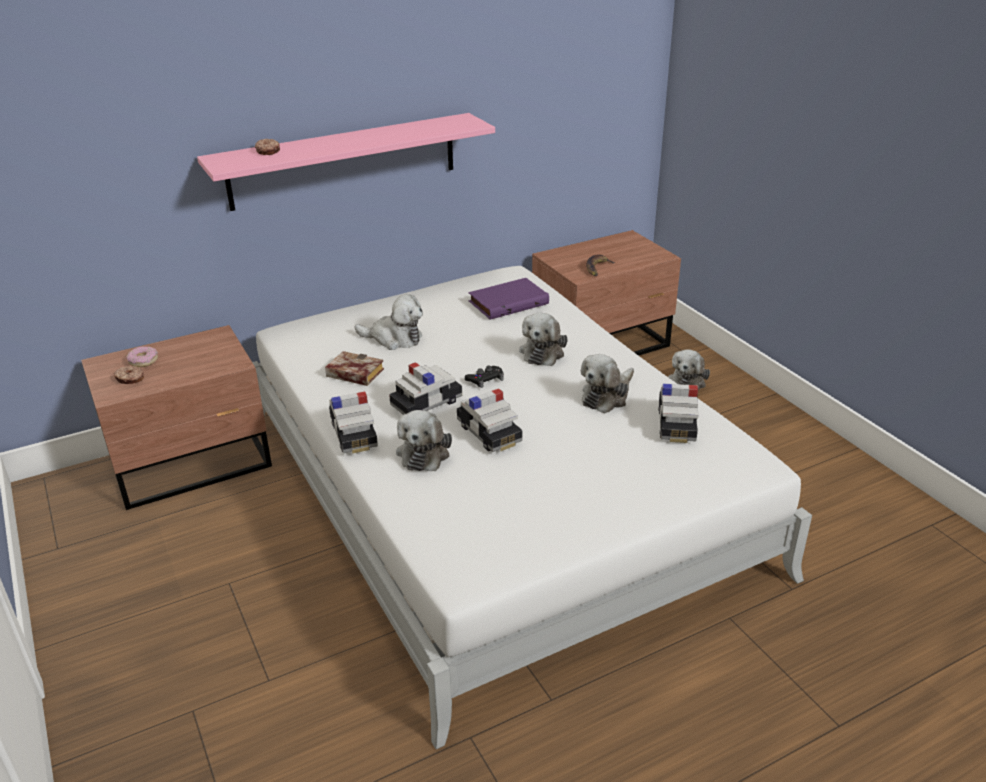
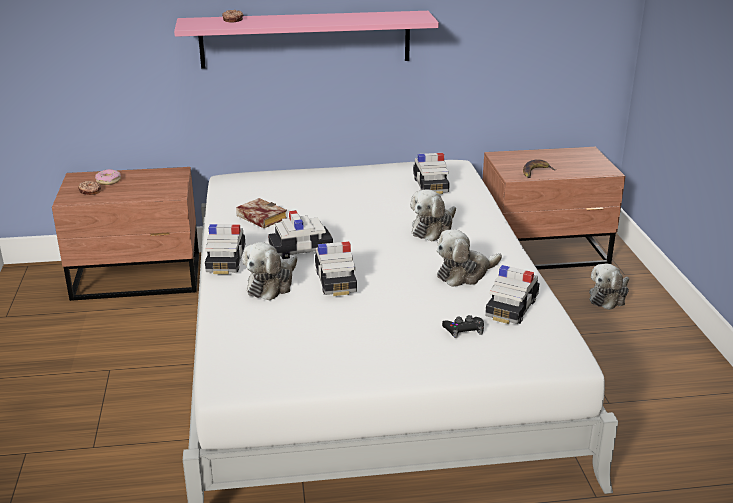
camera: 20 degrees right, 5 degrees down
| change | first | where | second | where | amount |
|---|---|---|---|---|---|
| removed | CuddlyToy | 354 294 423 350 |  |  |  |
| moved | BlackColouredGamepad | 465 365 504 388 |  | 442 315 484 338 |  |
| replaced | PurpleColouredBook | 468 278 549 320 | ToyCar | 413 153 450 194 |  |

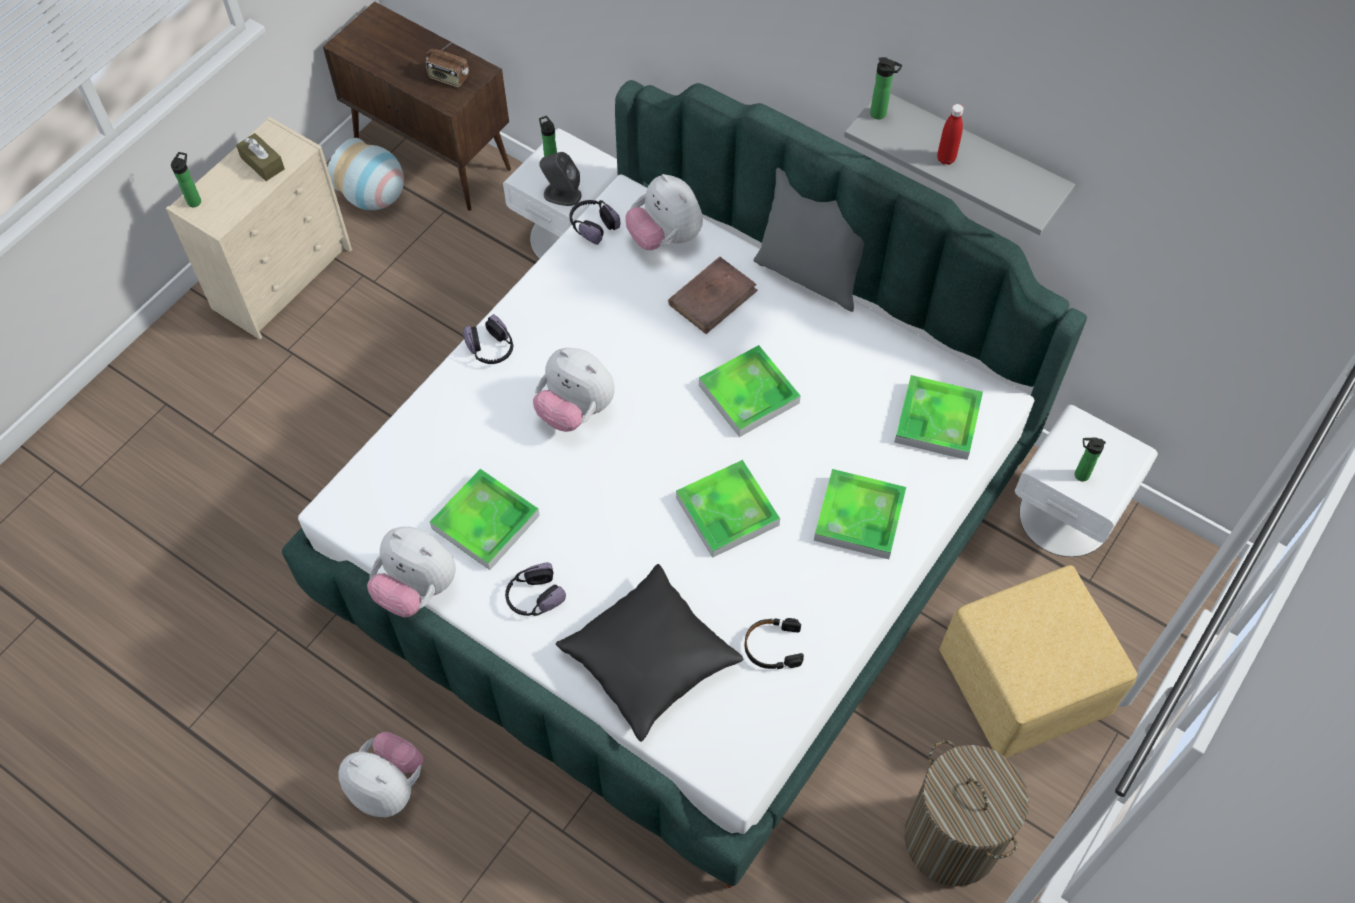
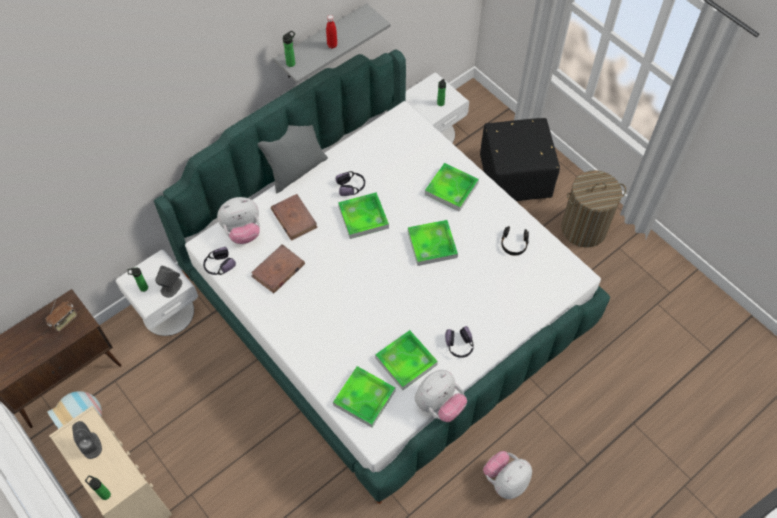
camera: 75 degrees left, 0 degrees up
| change | first | where | second | where | amount |
|---|---|---|---|---|---|
| replaced | BrownTissueBox | 236 133 285 181 | GreyAudioSpeaker | 72 421 102 459 |  |
| moved | PairOfHeadphones | 463 314 513 364 |  | 336 171 365 196 |  |
| removed | CuddlyToy | 533 348 615 432 |  |  |  |
| removed | BlackColouredThrowPillow | 556 564 744 742 |  |  |  |
| moved | Tray | 894 375 983 460 |  | 333 366 396 428 |  |
| recoloured | YellowishOttoman | 940 565 1137 758 | BlackColouredOttoman | 480 118 560 201 |  |
| added |  |  | BrownBook | 251 244 305 293 |  |

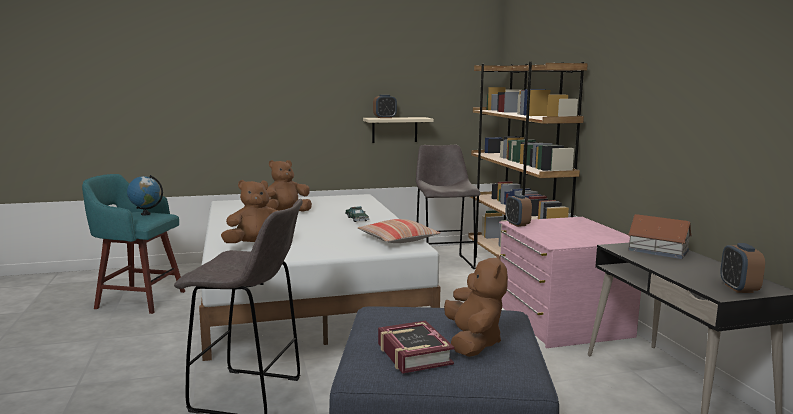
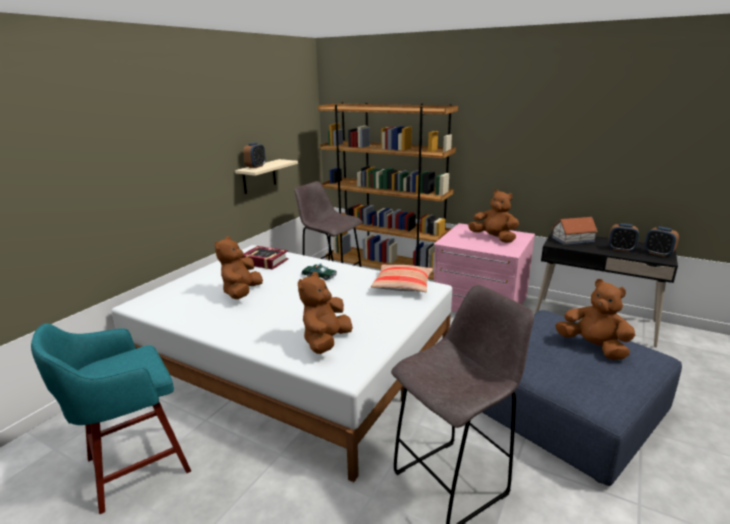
camera: 45 degrees left, 10 degrees up
| change | first | where | second | where | amount |
|---|---|---|---|---|---|
| removed | WorldGlobe | 127 175 163 216 |  |  |  |
| moved | Book | 378 321 454 374 |  | 242 246 289 270 |  |
| moved | AlarmClock | 505 194 532 227 |  | 609 223 639 252 |  |
| added |  |  | BrownCuddlyToy | 468 190 519 243 |  |

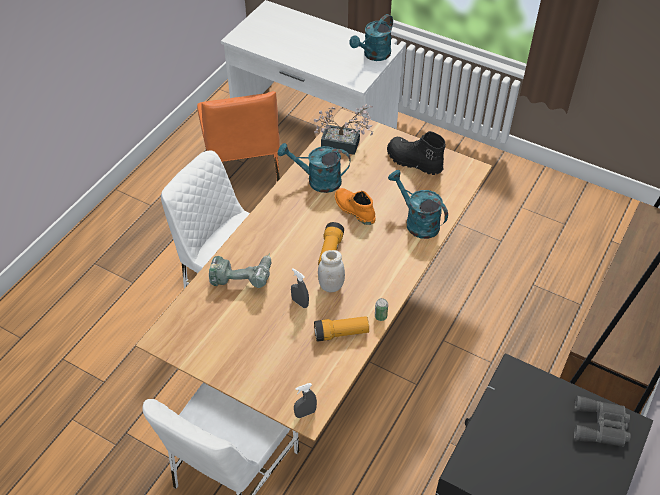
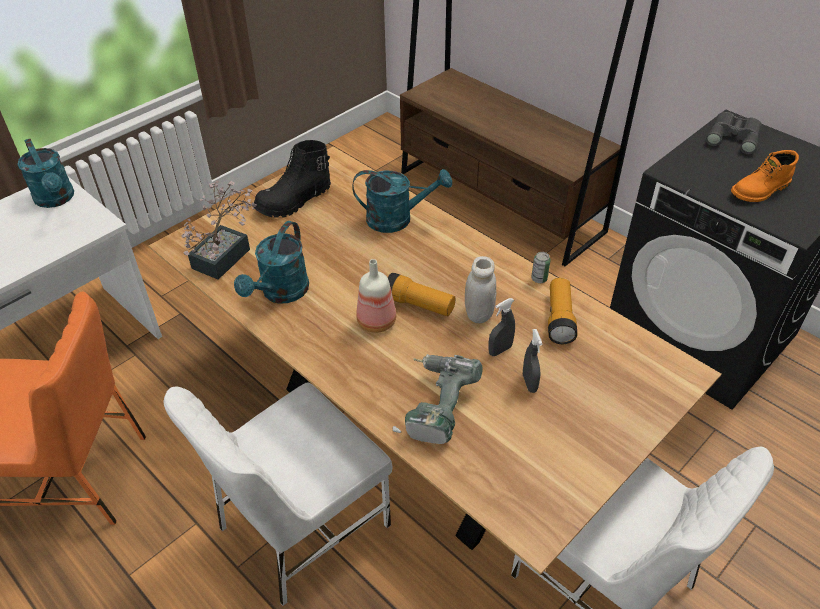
camera: 75 degrees left, 5 degrees down
| change | first | where | second | where | amount |
|---|---|---|---|---|---|
| moved | GreySprayBottle | 294 383 317 418 |  | 523 329 542 393 |  |
| moved | OrangeColouredBoot | 335 188 376 225 |  | 731 150 799 202 |  |
| turned | BlueGreenSprinklingCan | 388 170 448 239 |  | 352 169 452 233 | 150 degrees counterclockwise |
| added |  |  | Bottle | 356 259 396 333 |  |

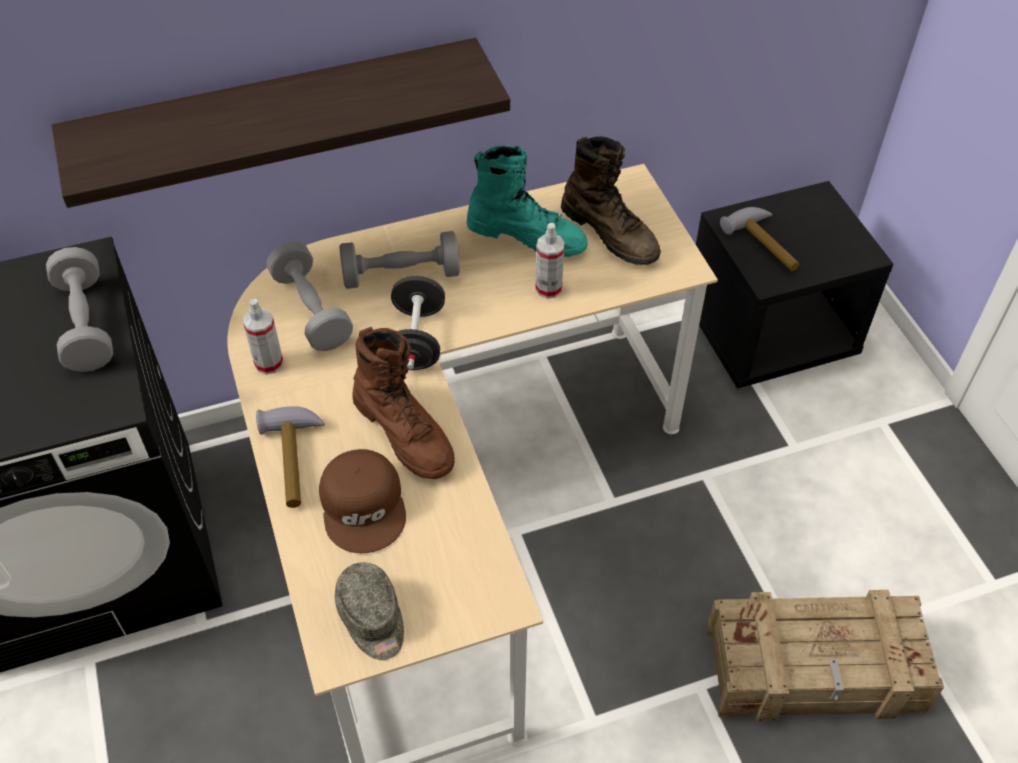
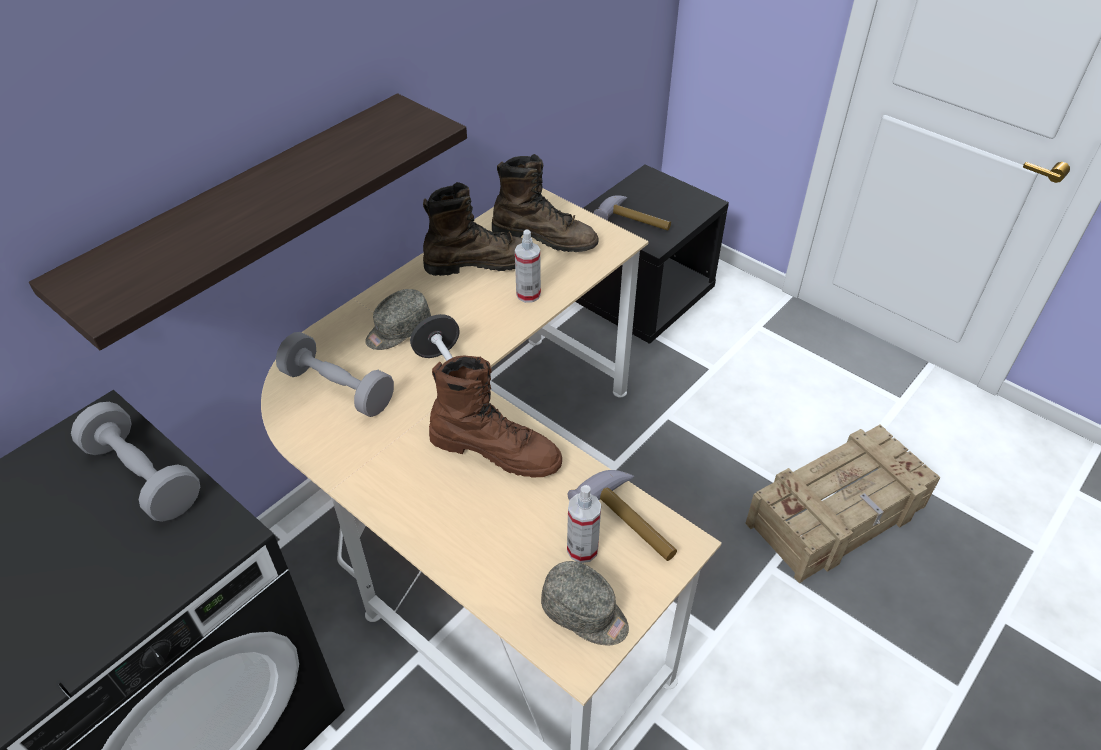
camera: 30 degrees left, 5 degrees down
| change | first | where | second | where | amount |
|---|---|---|---|---|---|
| moved | SprayBottle | 243 299 283 374 |  | 567 485 601 563 |  |
| moved | Hammer | 256 406 325 508 |  | 568 470 677 561 |  |
| removed | BrownCap | 319 449 406 553 |  |  |  |
| replaced | GreyHandWeight | 339 231 460 289 | GreyCap | 365 289 431 350 |  |
| recoloured | BlueGreenBoot | 467 145 588 257 | BrownBoot | 423 182 523 276 |  |

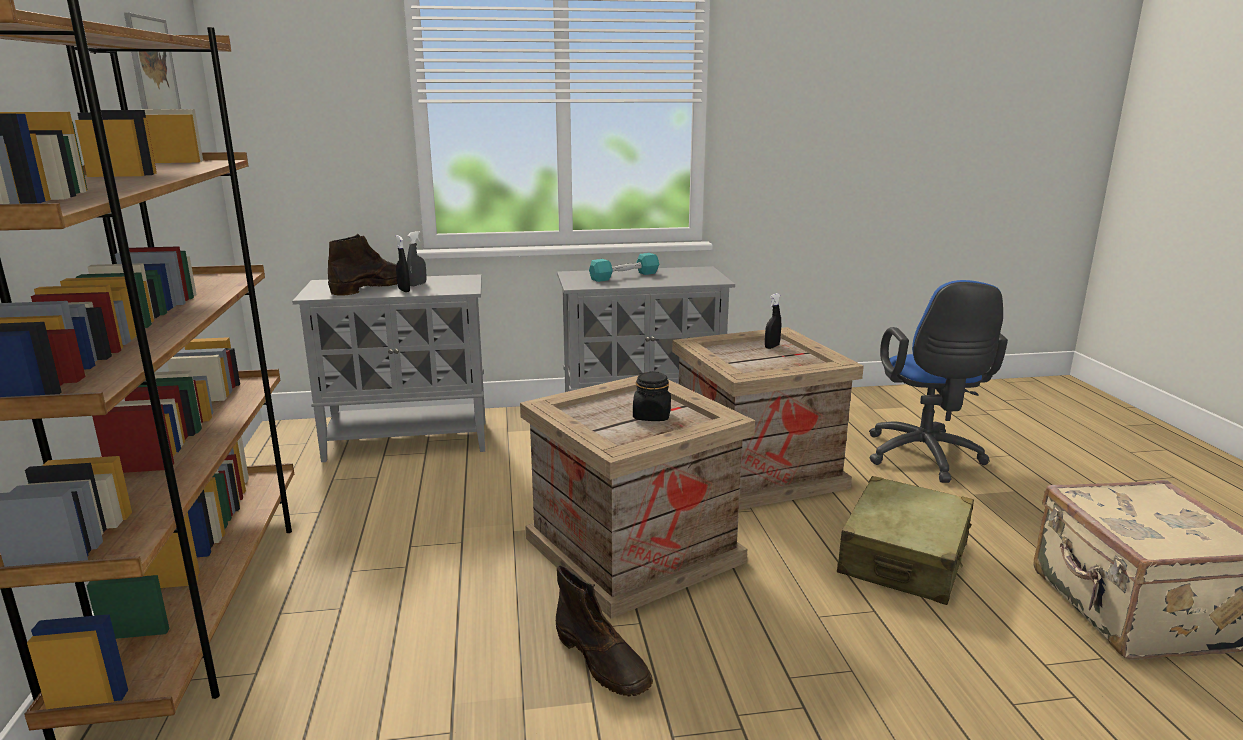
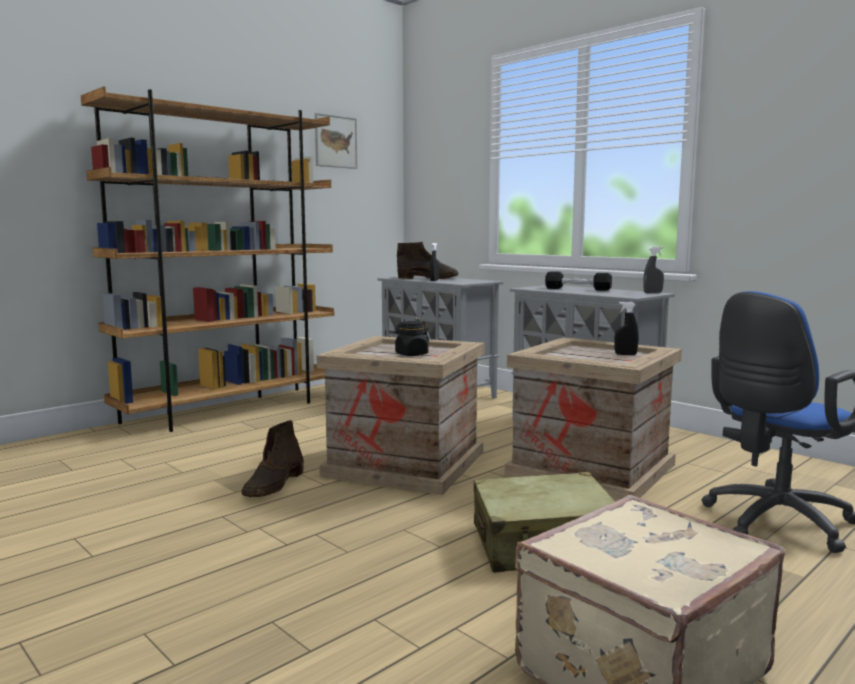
camera: 55 degrees right, 10 degrees down
| change | first | where | second | where | amount |
|---|---|---|---|---|---|
| moved | GreySprayBottle | 407 231 427 287 |  | 643 246 664 293 |  |
| recoloured | BlueGreenHandWeight | 589 253 659 282 | BlackColouredHandWeight | 545 271 612 291 |  |

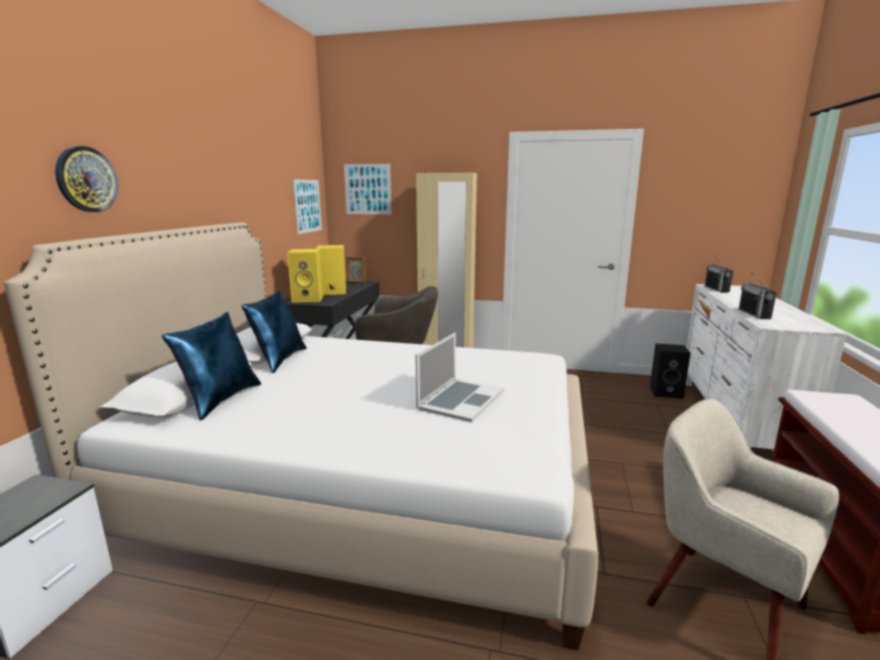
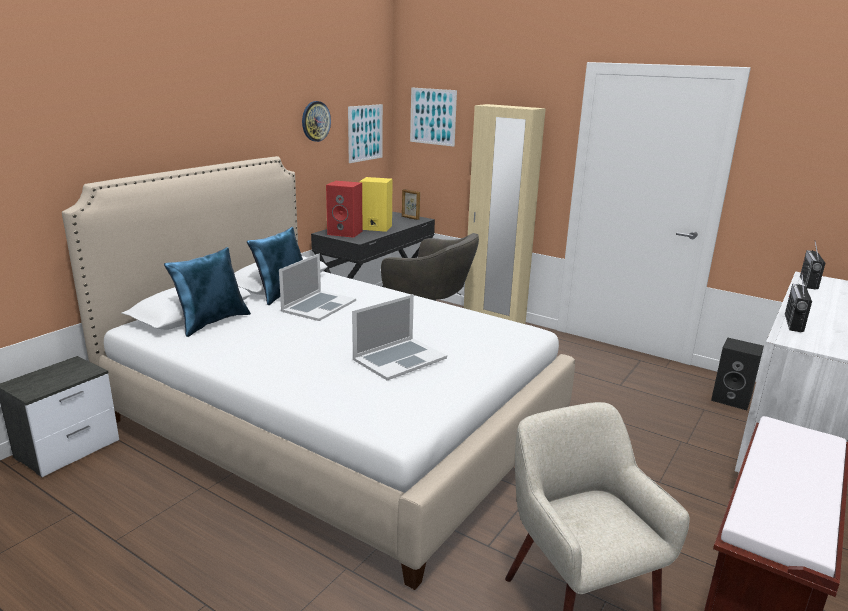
camera: 20 degrees right, 5 degrees up
| change | first | where | second | where | amount |
|---|---|---|---|---|---|
| moved | WallClock | 55 146 118 212 |  | 302 101 331 142 |  |
| recoloured | YellowishAudioSpeaker | 287 249 323 302 | ReddishAudioSpeaker | 326 181 362 238 |  |
| added |  |  | NotebookComputer | 279 253 356 321 |  |

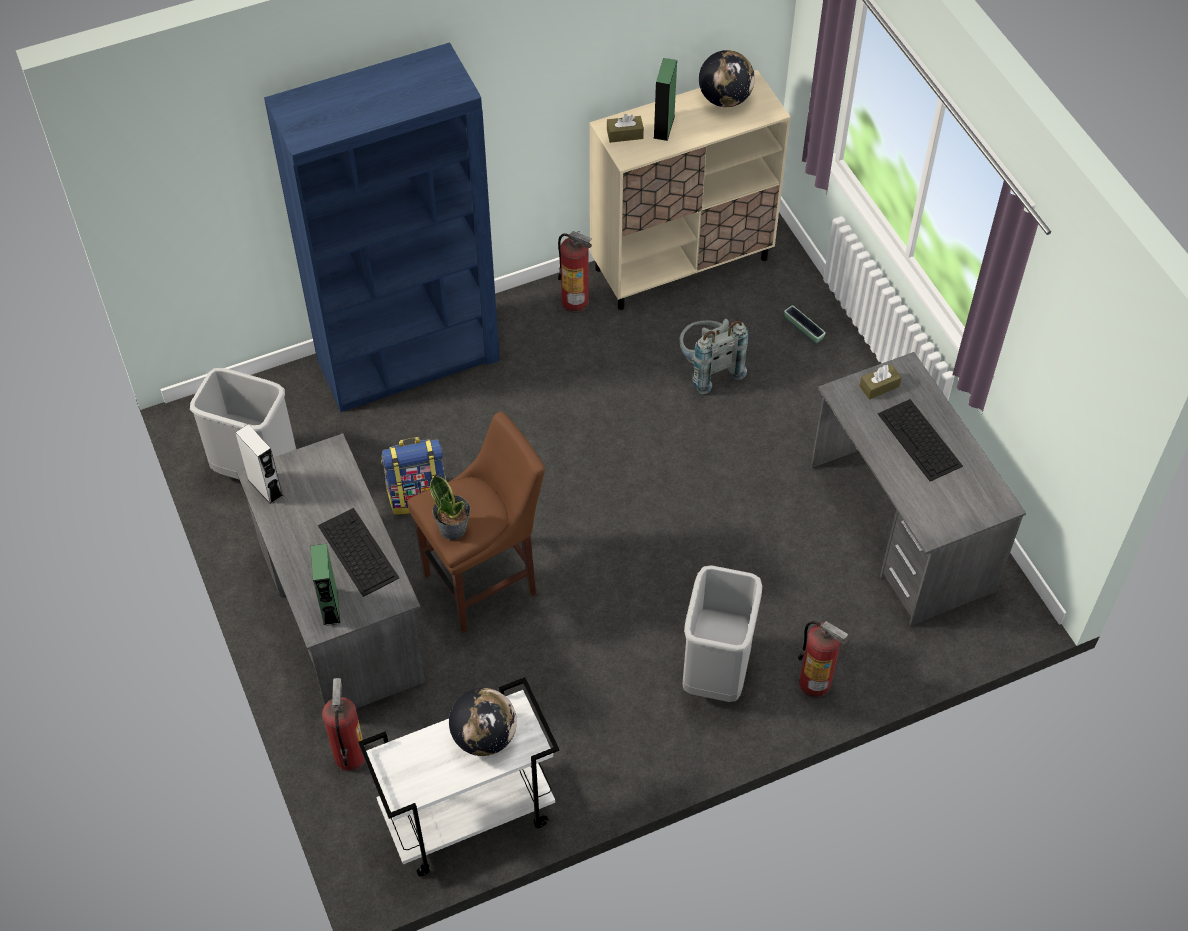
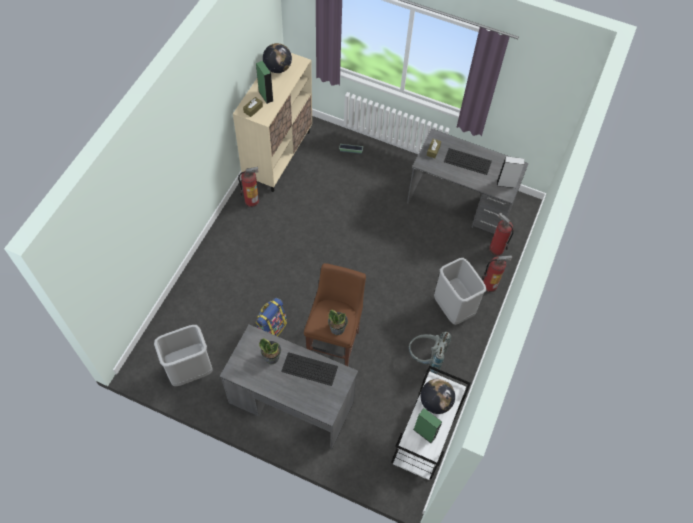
camera: 45 degrees left, 5 degrees up
| change | first | where | second | where | amount |
|---|---|---|---|---|---|
| moved | GreyAudioSpeaker | 235 424 283 505 |  | 497 156 524 188 |  |
| removed | BlueShelvingUnit | 264 42 500 412 |  |  |  |
| moved | GreenAudioSpeaker | 310 544 340 626 |  | 413 408 442 443 |  |
| moved | Extinguisher | 322 678 365 772 |  | 489 212 514 256 |  |
| moved | GreyRucksack | 679 319 748 394 |  | 409 332 451 373 |  |
| added |  |  | Houseplant | 259 338 281 364 |  |

